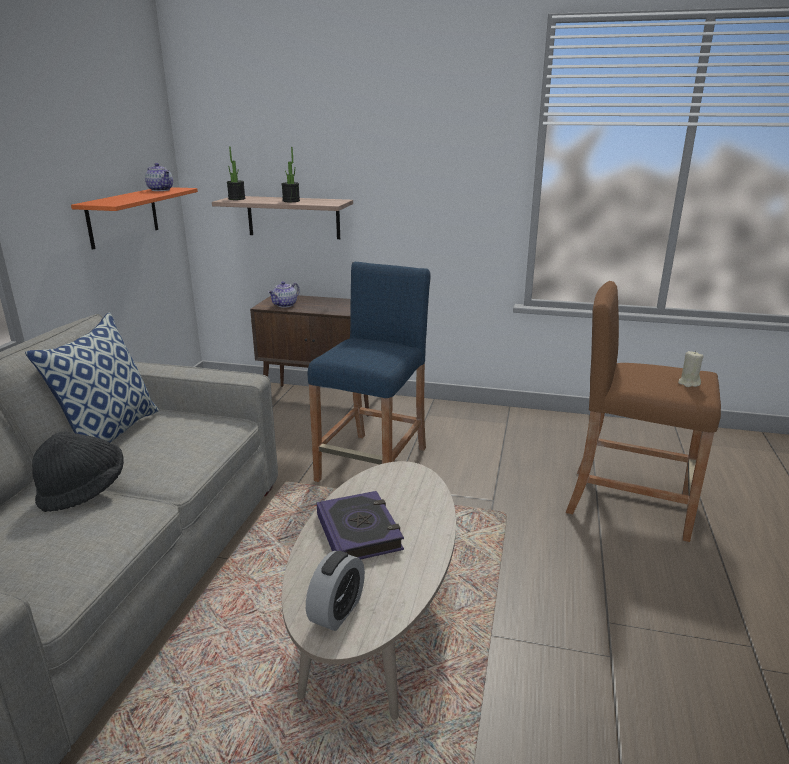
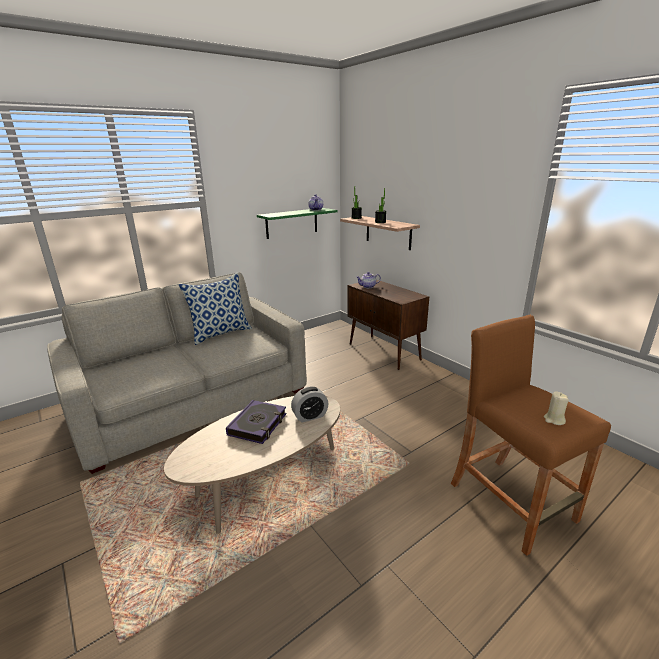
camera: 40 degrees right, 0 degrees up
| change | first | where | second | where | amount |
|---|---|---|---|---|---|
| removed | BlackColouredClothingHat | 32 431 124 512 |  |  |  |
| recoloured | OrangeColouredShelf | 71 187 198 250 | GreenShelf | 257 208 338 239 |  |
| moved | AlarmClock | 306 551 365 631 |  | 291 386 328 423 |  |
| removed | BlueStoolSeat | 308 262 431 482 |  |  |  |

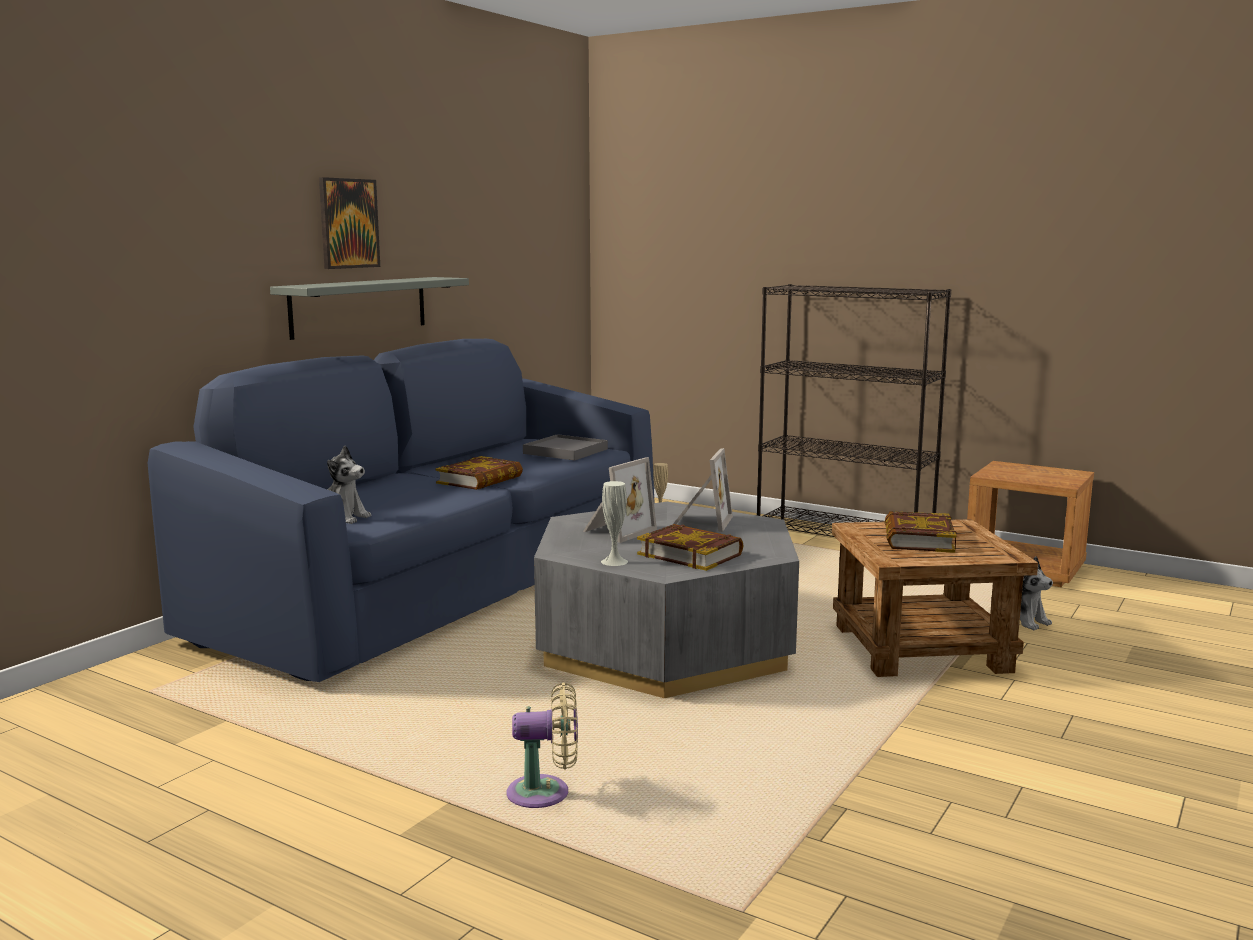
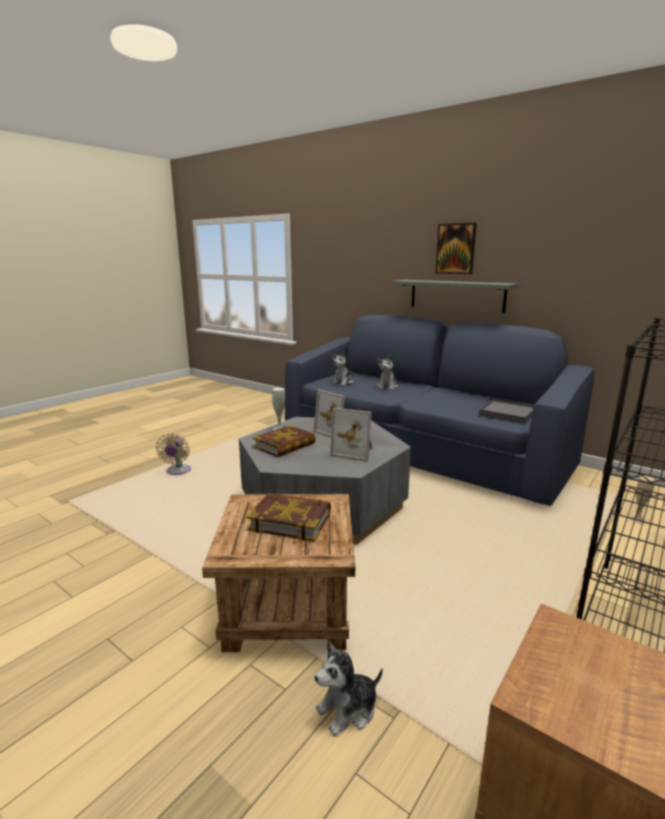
camera: 95 degrees right, 5 degrees up
| change | first | where | second | where | amount |
|---|---|---|---|---|---|
| removed | Book | 436 456 523 490 |  |  |  |
| added |  |  | CuddlyToy | 377 355 398 390 |  |

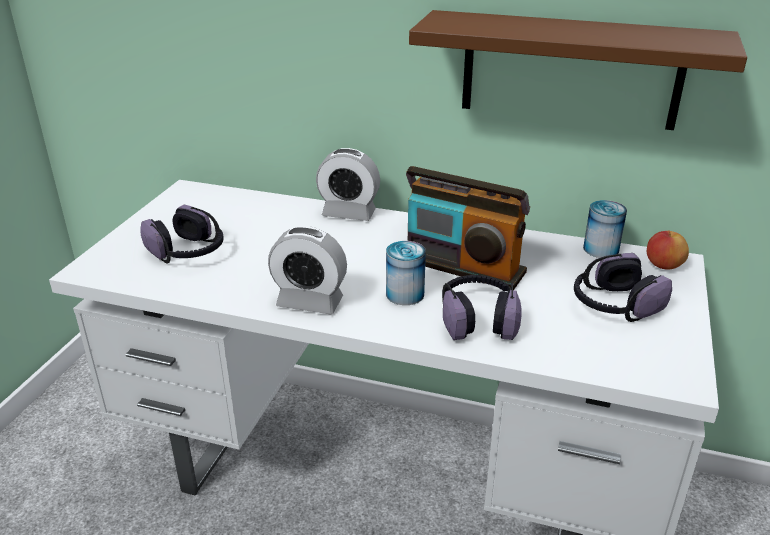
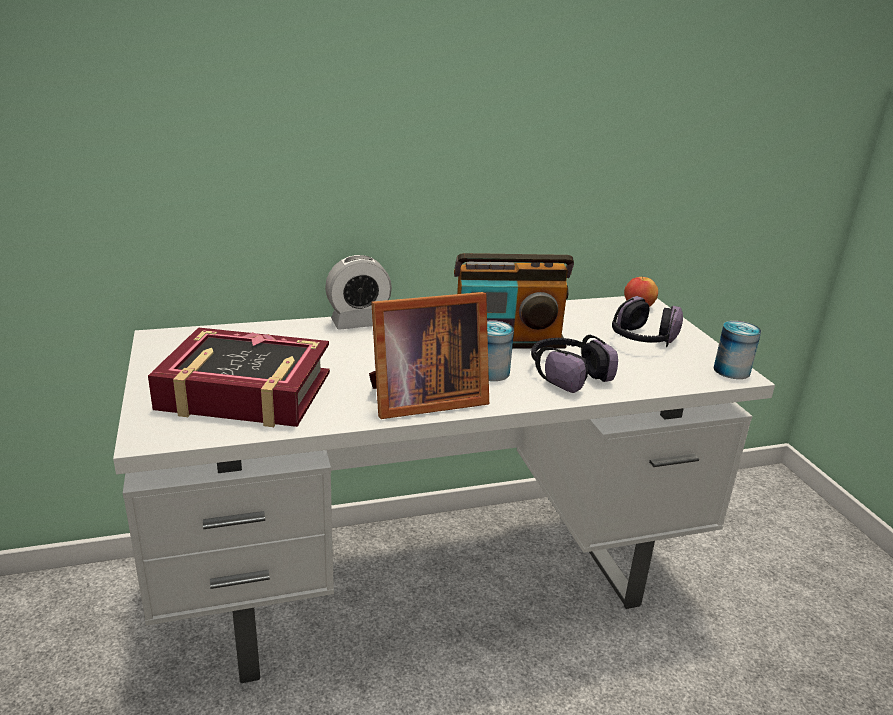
camera: 35 degrees left, 5 degrees down
| change | first | where | second | where | amount |
|---|---|---|---|---|---|
| replaced | PairOfHeadphones | 141 204 223 264 | Book | 148 327 330 427 |  |
| replaced | AlarmClock | 268 226 347 314 | PhotoFrame | 369 292 489 419 |  |
| removed | BrownShelf | 409 10 747 130 |  |  |  |
| moved | MetalCan | 583 200 627 258 |  | 714 321 761 379 |  |

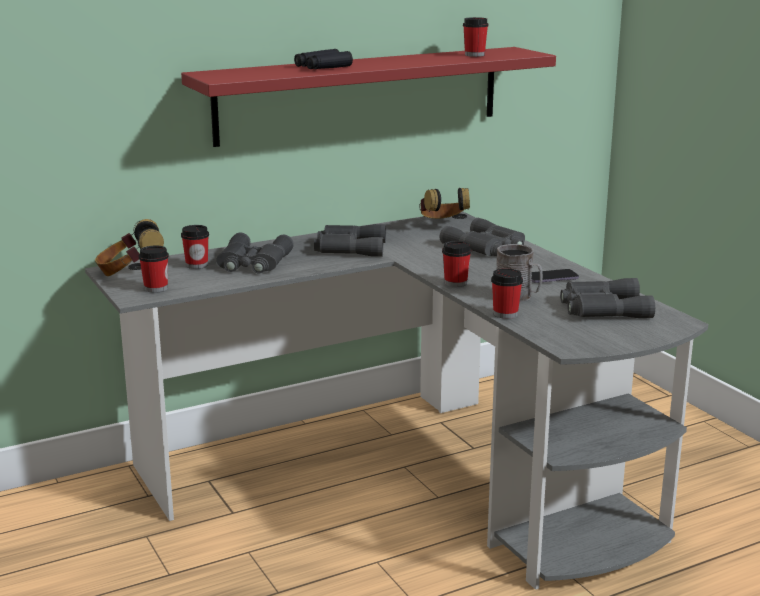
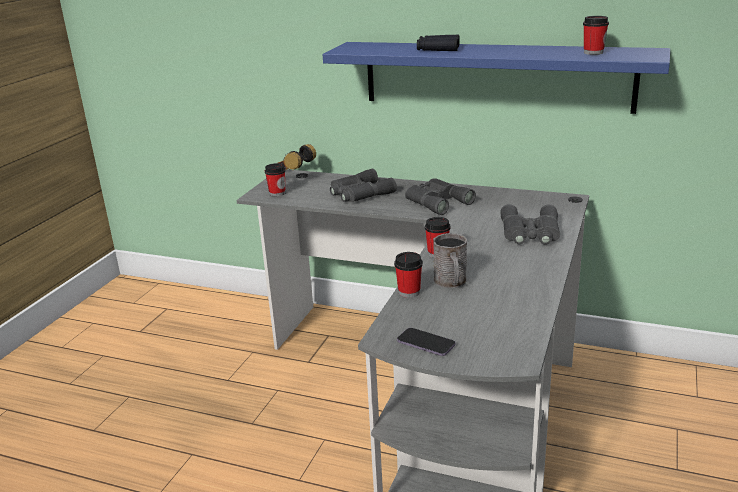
camera: 50 degrees right, 5 degrees up
| change | first | where | second | where | amount |
|---|---|---|---|---|---|
| recoloured | ReddishShelf | 181 47 556 147 | BlueShelf | 323 42 670 114 |  |
| removed | Cup | 181 225 209 269 |  |  |  |
| removed | PairOfHeadphones | 419 188 470 219 |  |  |  |
| moved | Phone | 531 269 579 283 |  | 397 328 455 356 |  |
| removed | GreyFieldGlasses | 560 278 655 318 |  |  |  |

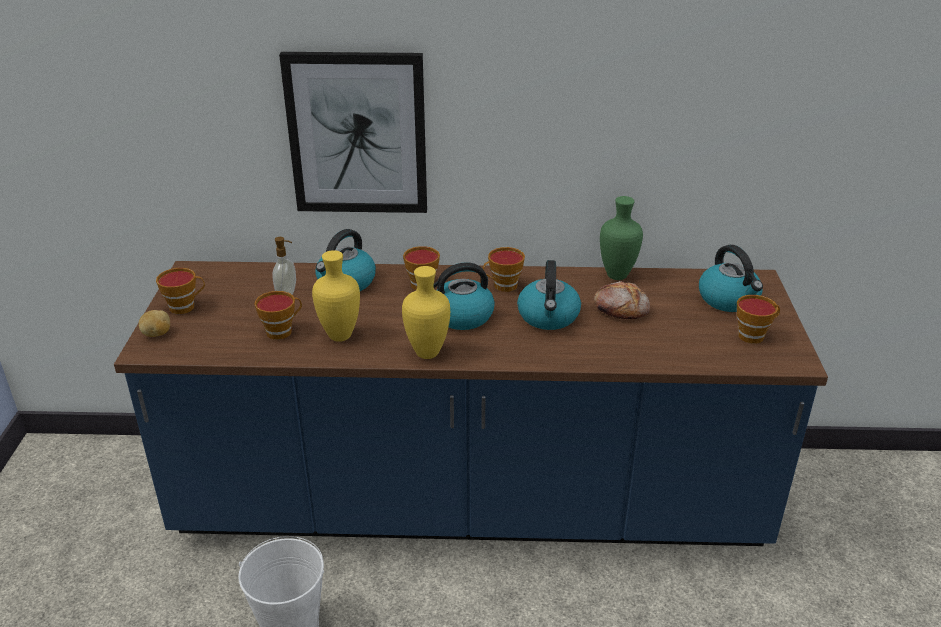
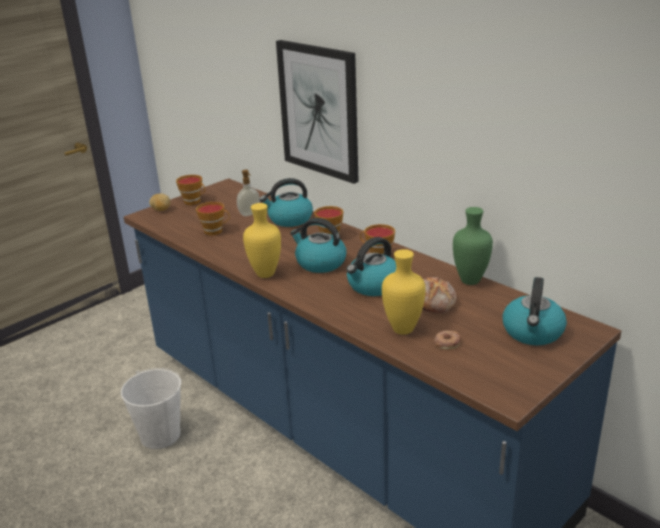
camera: 45 degrees right, 5 degrees down
| change | first | where | second | where | amount |
|---|---|---|---|---|---|
| moved | YellowishFlowerVase | 312 250 360 342 |  | 382 249 426 335 |  |
| removed | Cup | 737 295 780 344 |  |  |  |
| added |  |  | RingDoughnut | 434 330 461 350 |  |

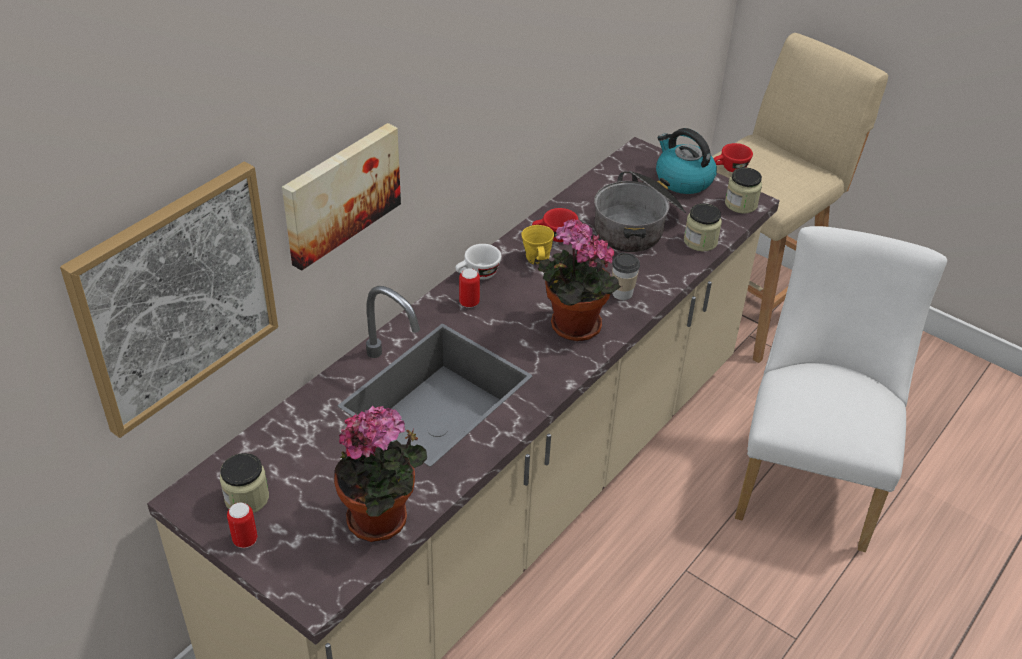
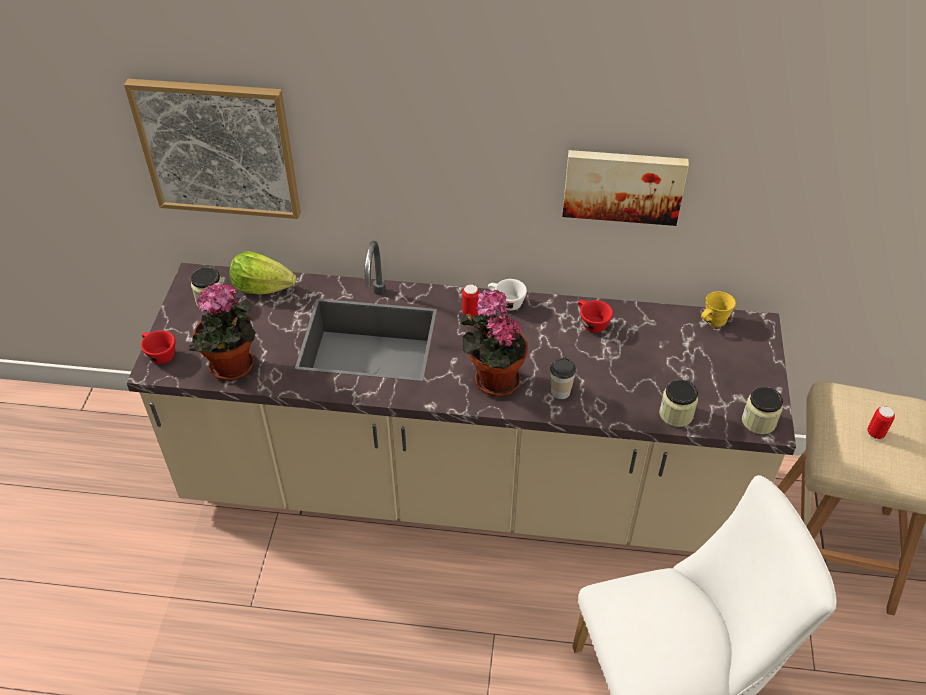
camera: 60 degrees right, 5 degrees up
| change | first | where | second | where | amount |
|---|---|---|---|---|---|
| moved | MetalCan | 227 502 257 548 |  | 867 406 895 439 |  |
| moved | Picture | 282 123 401 271 |  | 562 150 689 226 |  |
| moved | YellowishMug | 521 225 554 265 |  | 701 291 736 328 |  |
| removed | CookingPot | 594 170 686 252 |  |  |  |
| removed | TeaKettle | 656 128 717 194 |  |  |  |
| moved | ReddishCup | 714 143 753 172 |  | 141 330 175 364 |  |
| added |  |  | LettuceHead | 230 251 296 294 |  |

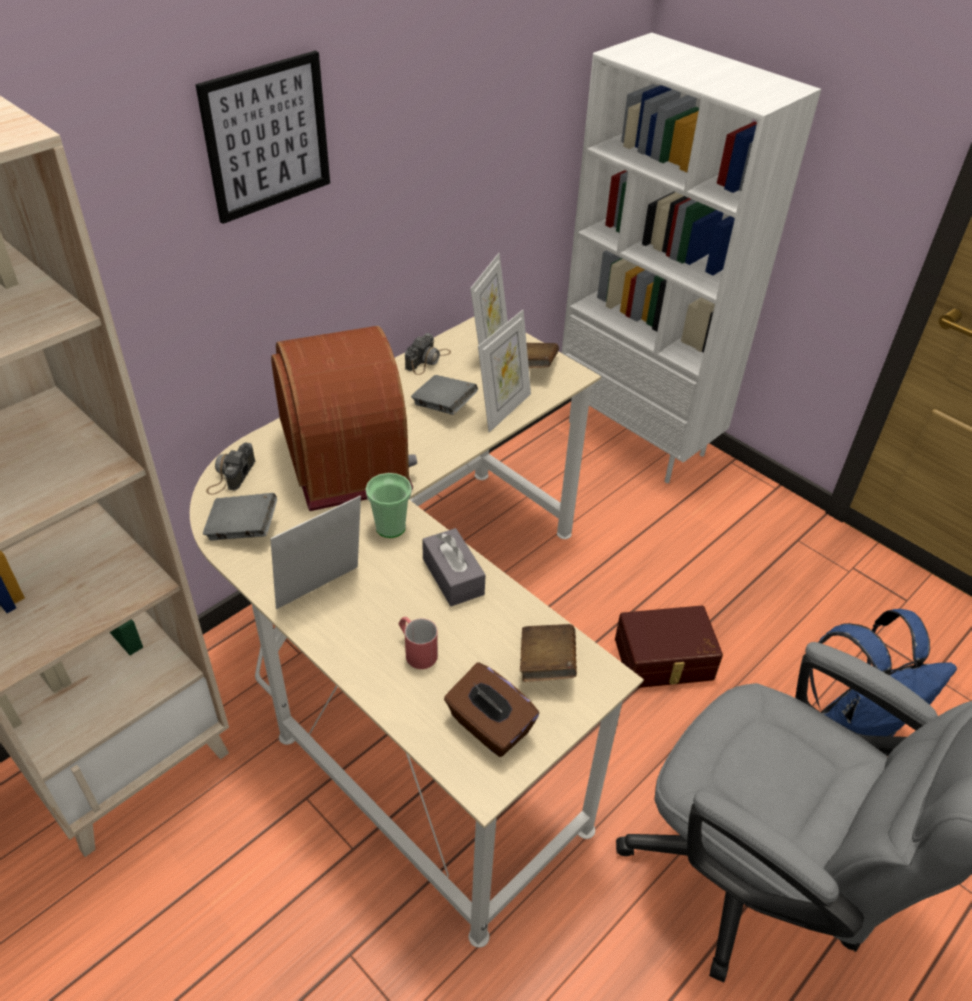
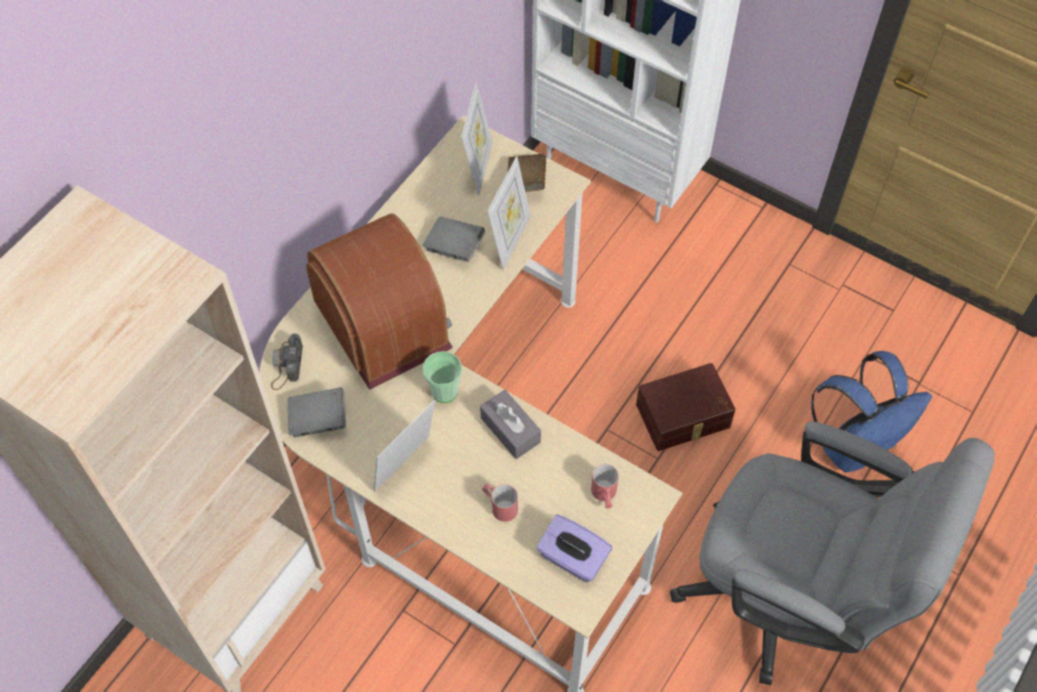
camera: 10 degrees left, 15 degrees up
| change | first | where | second | where | amount |
|---|---|---|---|---|---|
| removed | Picture | 195 51 330 224 |  |  |  |
| removed | PhotoCamera | 405 333 451 375 |  |  |  |
| recoloured | BrownTissueBox | 444 662 539 757 | PurpleColouredTissueBox | 537 514 612 582 |  |
| replaced | BrownBook | 520 624 577 682 | ReddishMug | 591 464 619 508 |  |

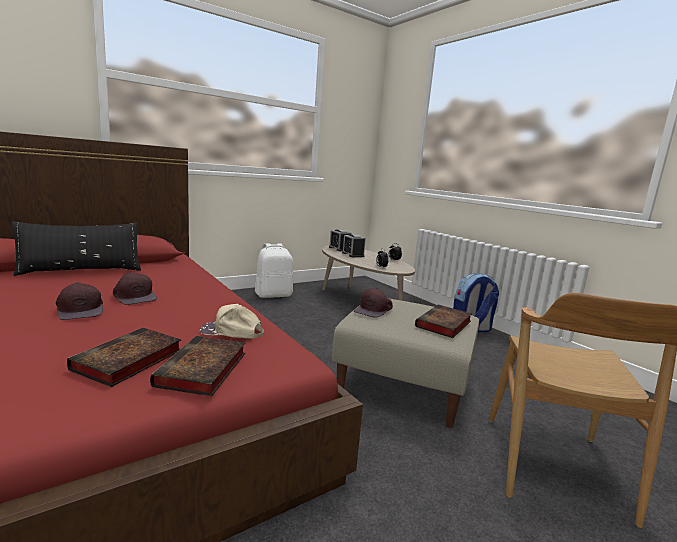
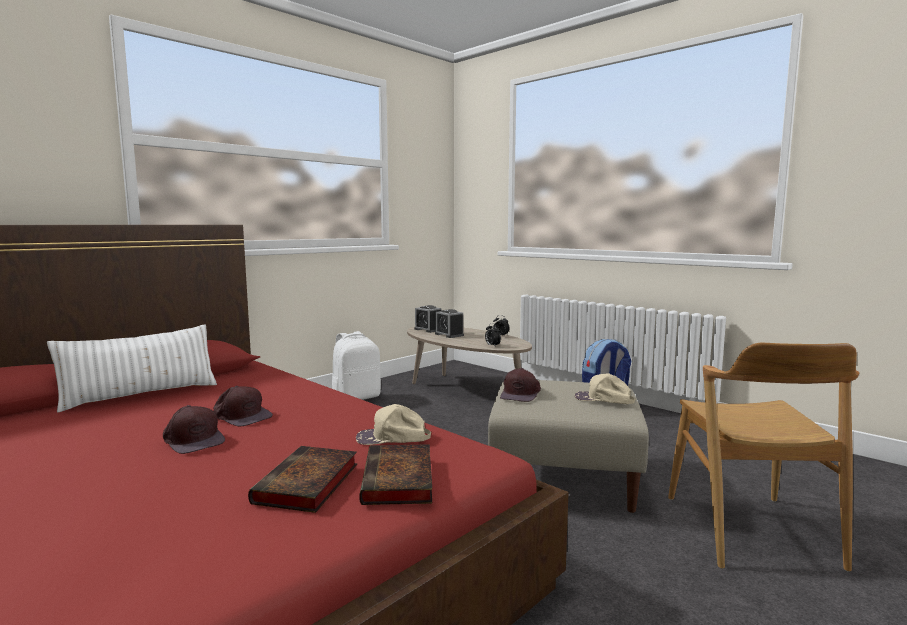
camera: 10 degrees left, 5 degrees down
| change | first | where | second | where | amount |
|---|---|---|---|---|---|
| recoloured | BlackColouredThrowPillow | 11 221 141 276 | WhitishThrowPillow | 47 324 217 413 |  |
| replaced | Book | 415 305 472 338 | BeigeColouredCap | 575 373 635 404 |  |

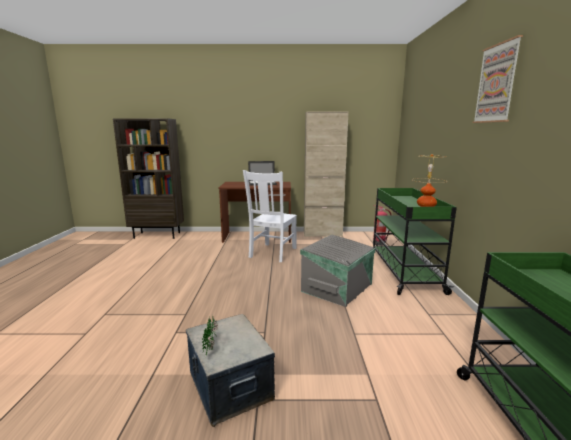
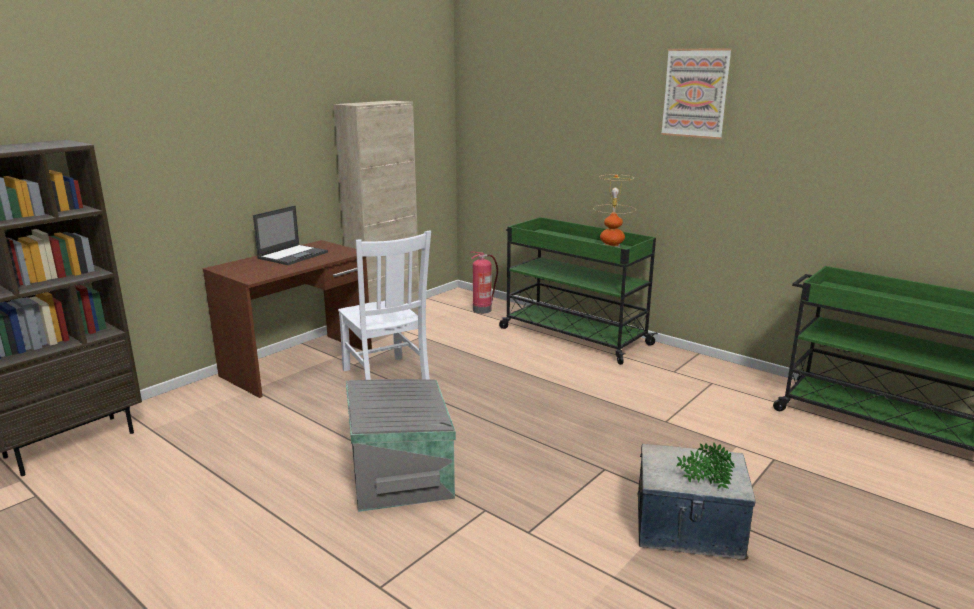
camera: 50 degrees left, 5 degrees up
| change | first | where | second | where | amount |
|---|---|---|---|---|---|
| moved | GreyStorageBin | 300 235 376 307 |  | 346 379 456 512 |  |

